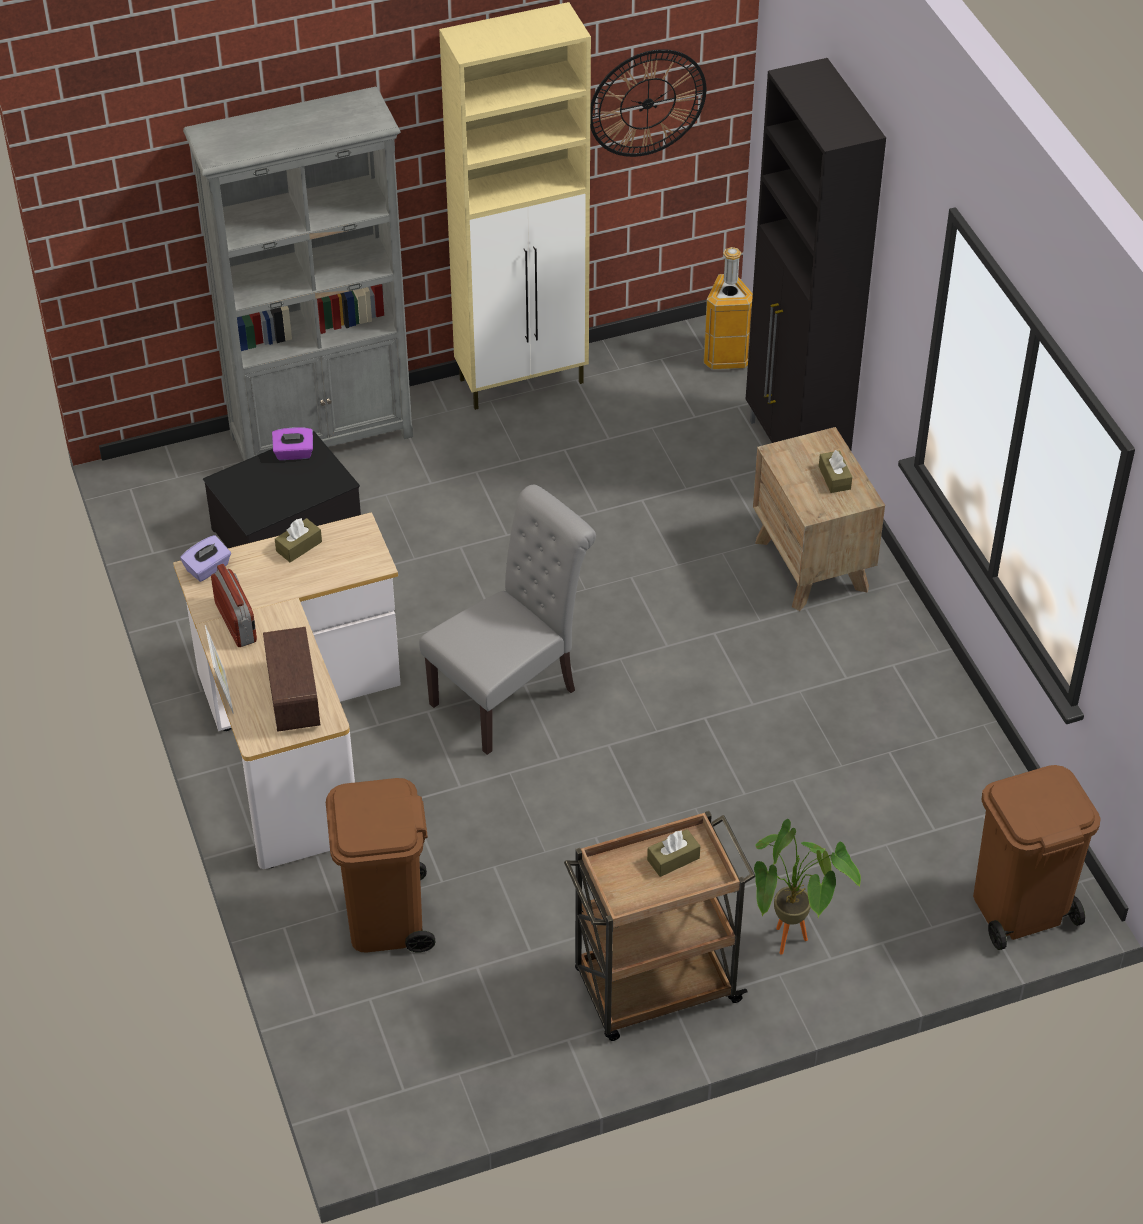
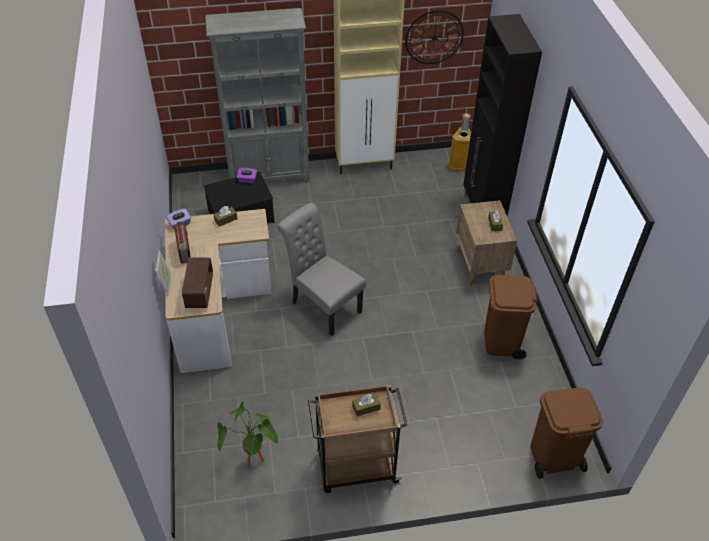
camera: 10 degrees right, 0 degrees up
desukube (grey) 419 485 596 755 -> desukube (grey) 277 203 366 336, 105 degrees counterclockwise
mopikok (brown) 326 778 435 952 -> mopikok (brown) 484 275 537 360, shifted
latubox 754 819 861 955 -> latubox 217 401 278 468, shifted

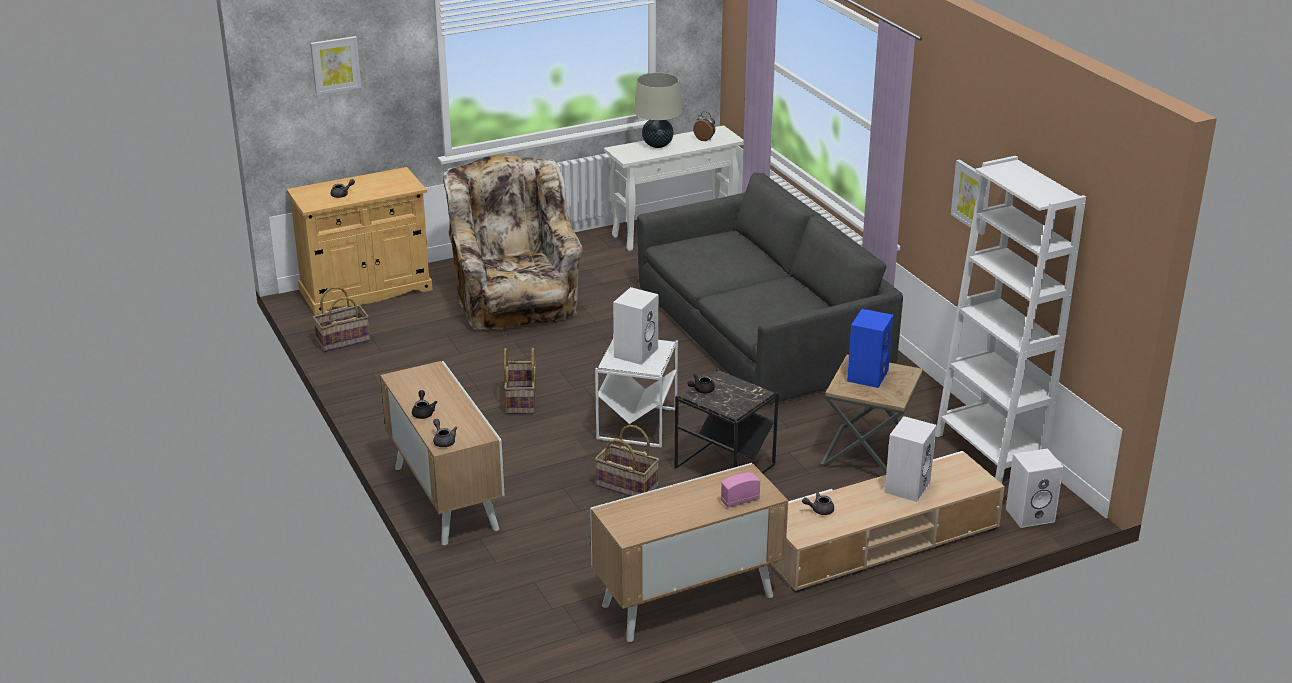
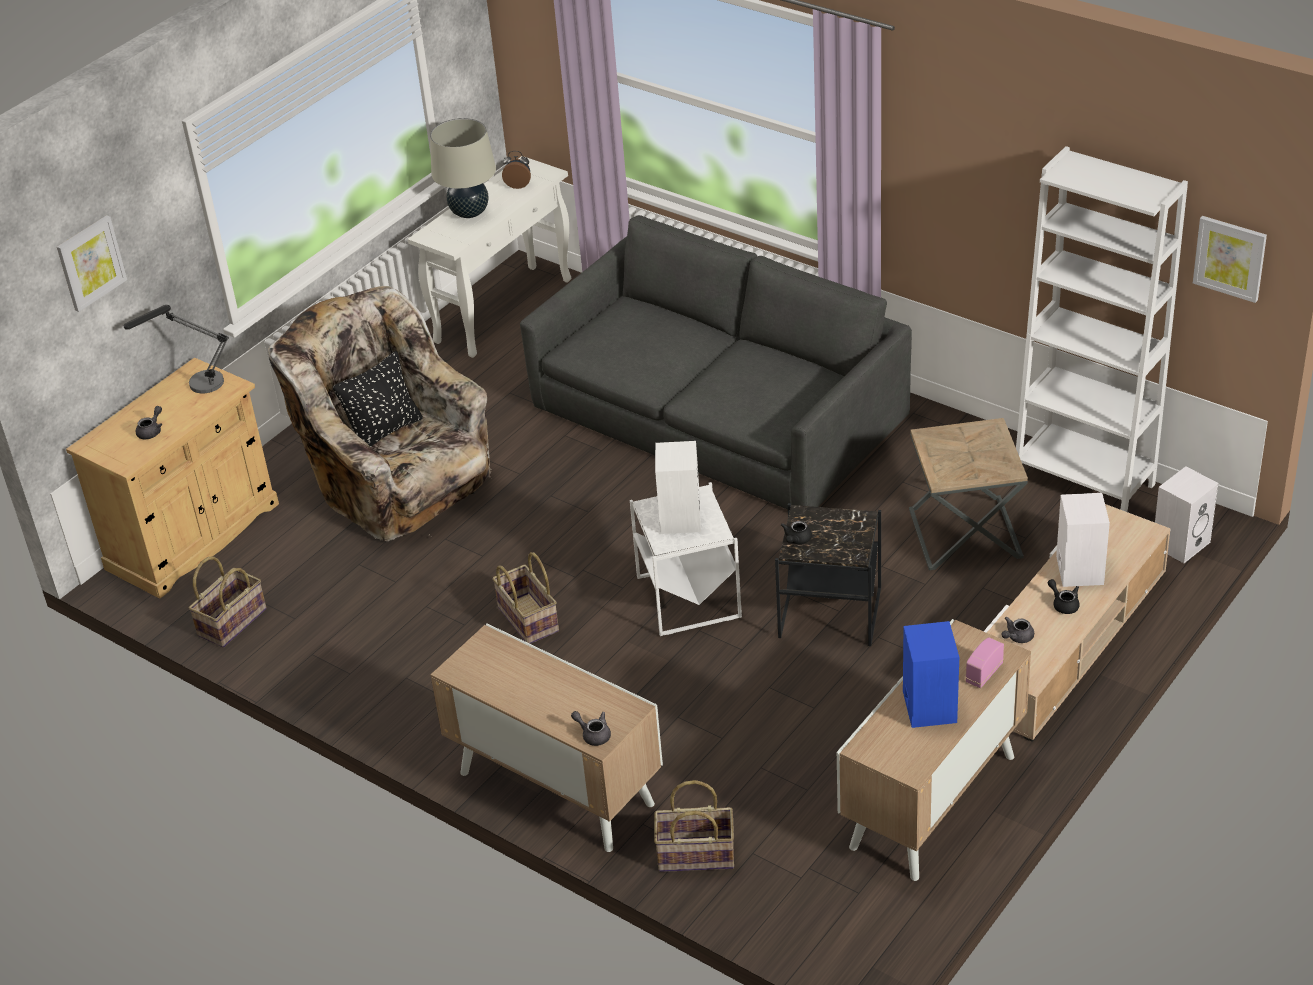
camera: 25 degrees left, 10 degrees up
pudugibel 951 160 991 235 -> pudugibel 1193 216 1267 303, shifted
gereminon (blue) 847 309 893 388 -> gereminon (blue) 903 621 959 728, shifted
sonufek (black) 412 390 437 419 -> sonufek (black) 1048 579 1080 614, shifted
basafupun 595 425 659 497 -> basafupun 654 780 734 872, shifted
none -> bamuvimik 124 305 229 394
none -> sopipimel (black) 333 351 423 447

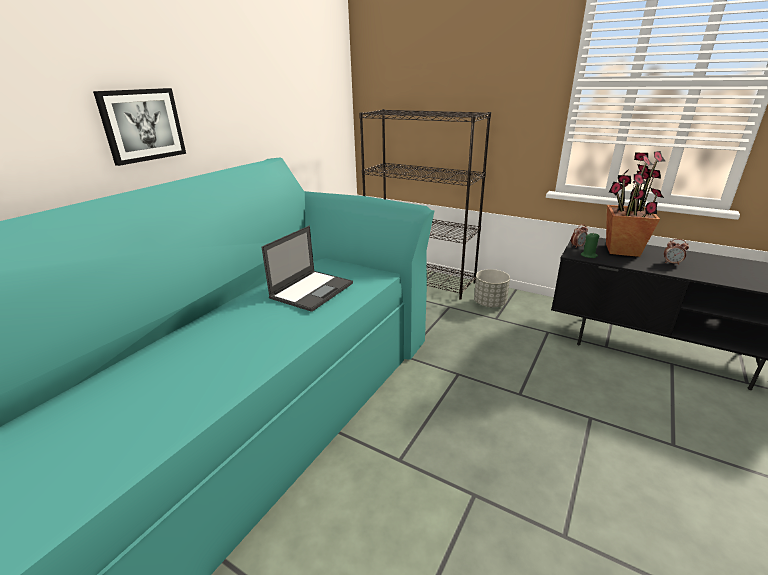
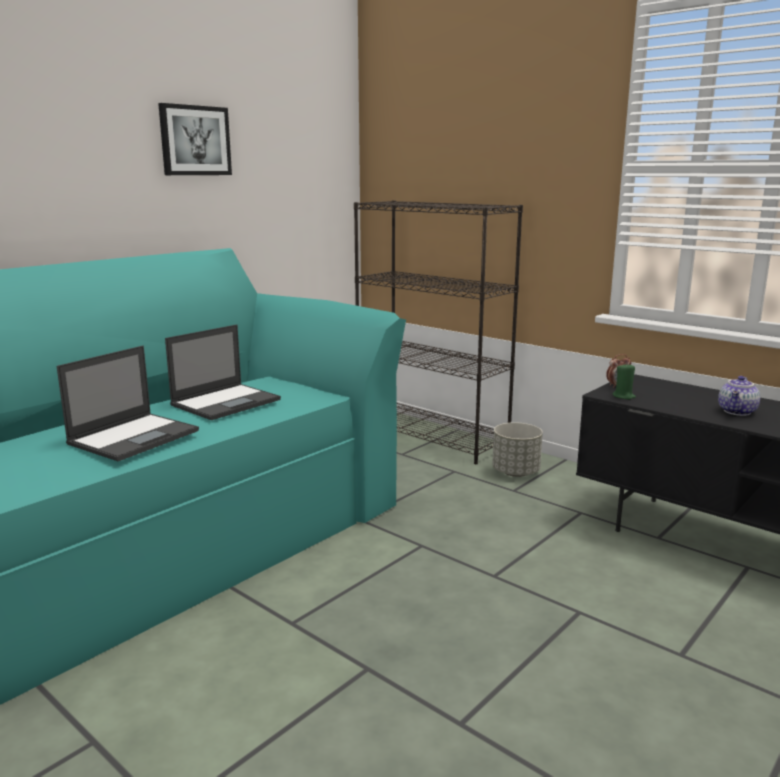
camera: 10 degrees right, 10 degrees down
pudugibel 93 88 186 166 -> pudugibel 158 103 232 175, shifted
latubox 606 151 665 257 -> none
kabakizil 664 239 689 265 -> sonufek 718 376 760 416
none -> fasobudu 57 346 199 461

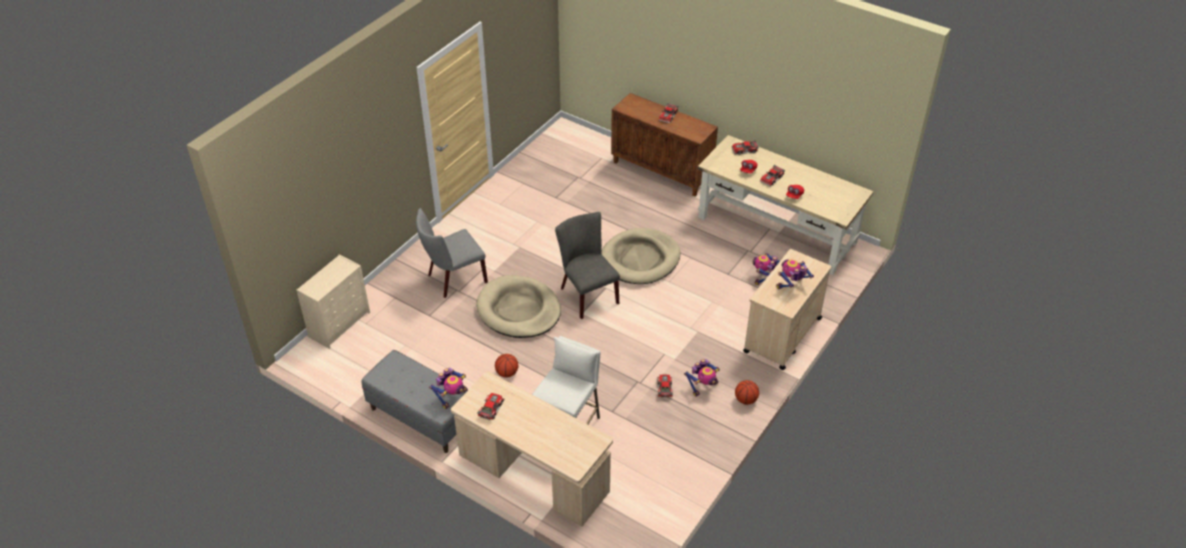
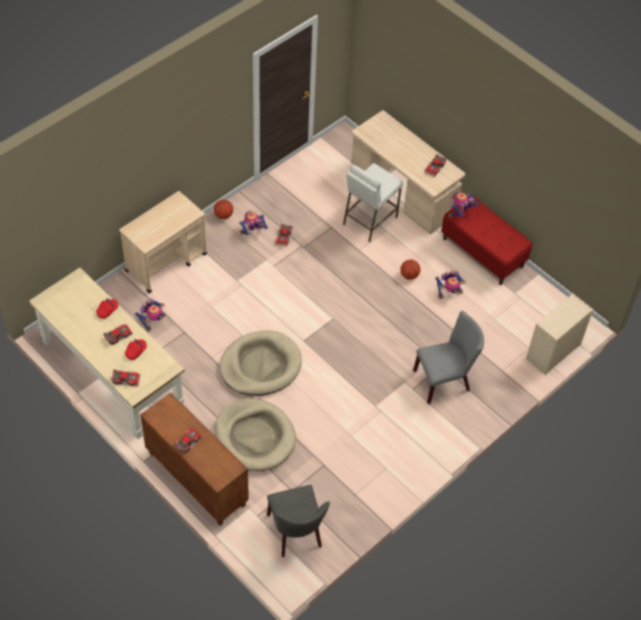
camera: 170 degrees left, 10 degrees up
desukube (grey) 555 212 620 319 -> desukube (grey) 267 485 330 557, shifted
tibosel 776 259 814 289 -> tibosel 435 270 465 299, shifted
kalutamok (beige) 476 275 561 338 -> kalutamok (beige) 215 399 296 471, shifted
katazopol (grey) 362 350 468 453 -> katazopol (red) 441 195 532 285

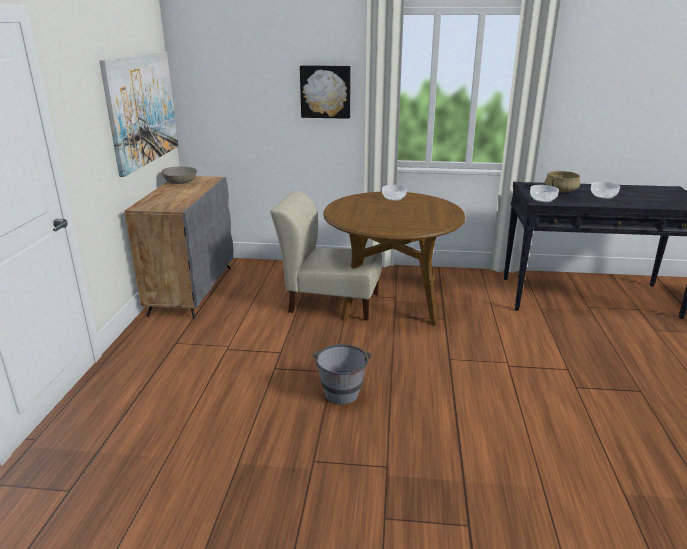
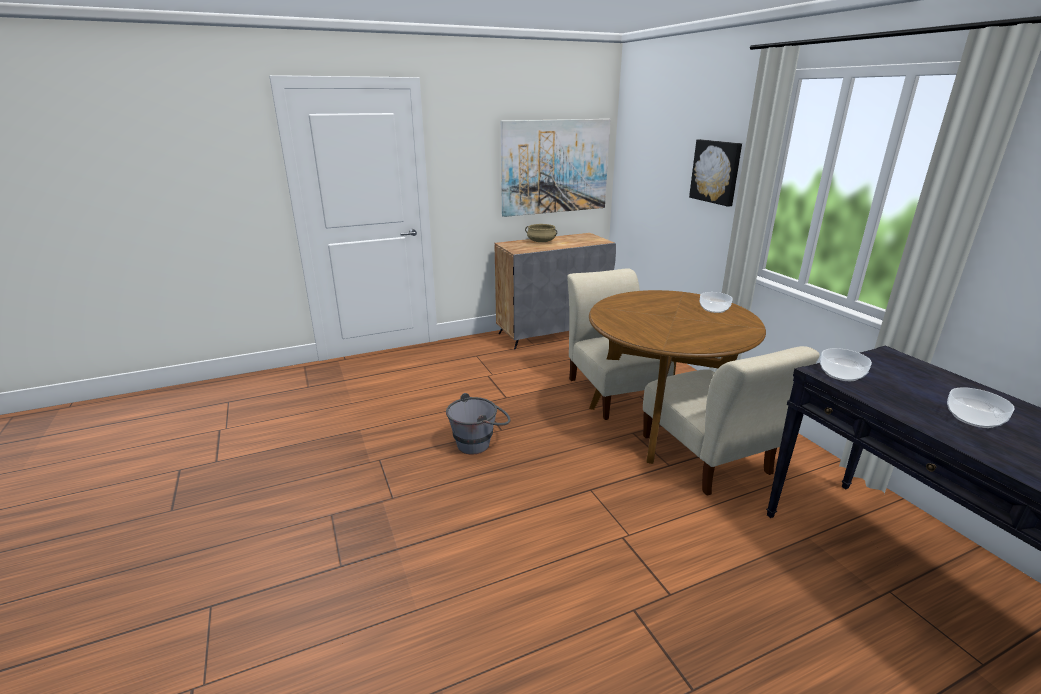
camera: 60 degrees right, 0 degrees up
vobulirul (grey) 161 166 197 184 -> none
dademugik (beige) 545 171 580 193 -> dademugik (beige) 525 224 557 242, shifted
none -> desukube (beige) 643 346 820 496

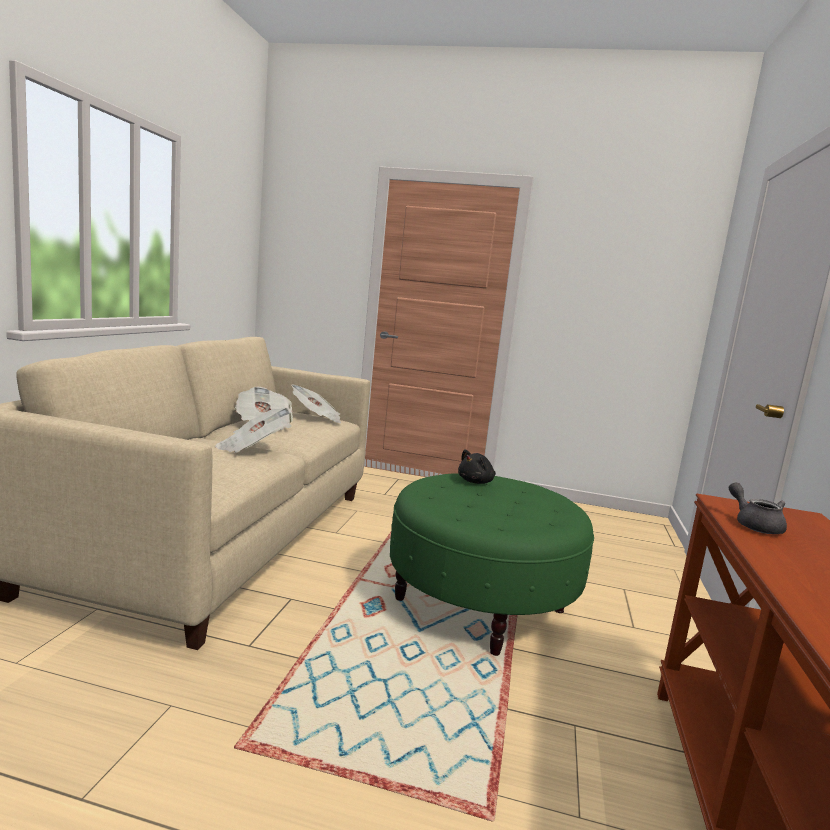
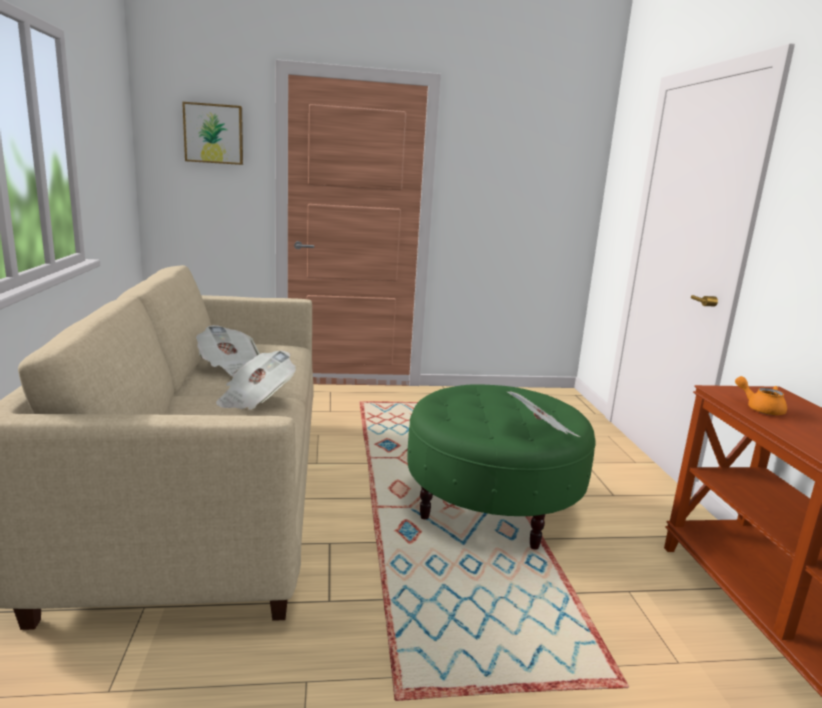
camera: 20 degrees left, 5 degrees up
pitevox 291 384 341 423 -> pitevox 507 391 580 437, shifted
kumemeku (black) 458 449 496 484 -> none
sonufek (grey) 729 483 787 534 -> sonufek (orange) 735 376 787 415
none -> pudugibel 182 102 243 165

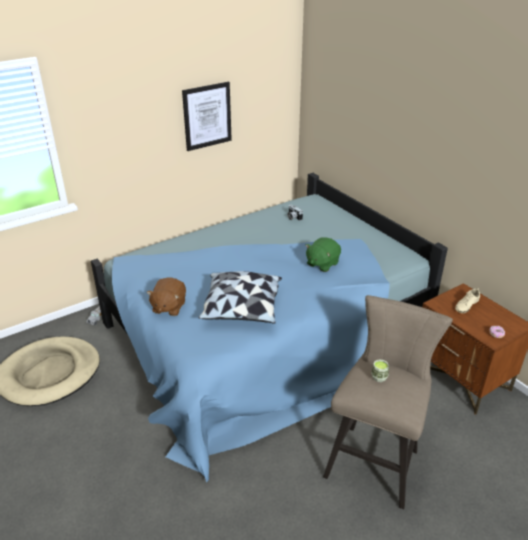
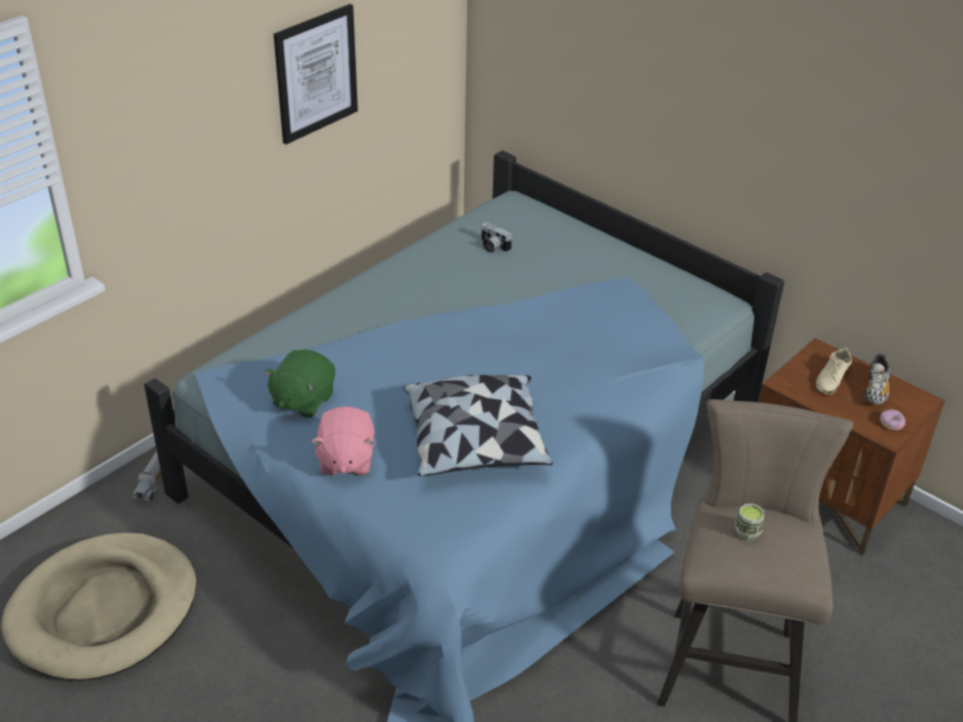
camera: 15 degrees left, 5 degrees up
kumemeku (green) 306 237 341 272 -> kumemeku (green) 265 350 335 418, shifted
kumemeku (brown) 147 278 186 316 -> kumemeku (pink) 311 406 375 475
none -> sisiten 864 354 890 405

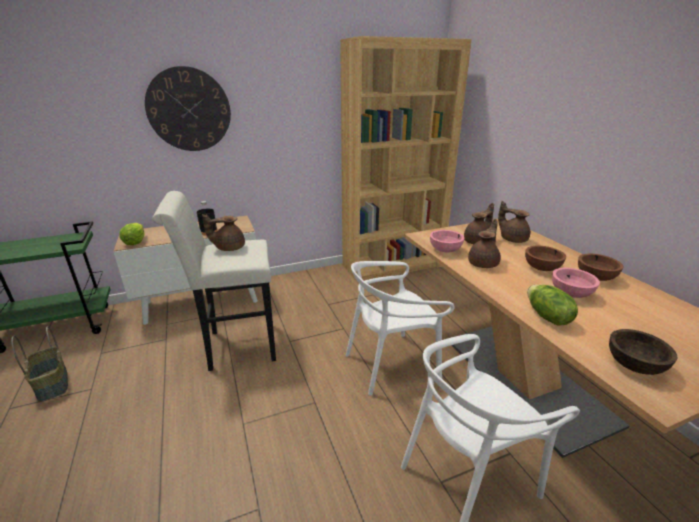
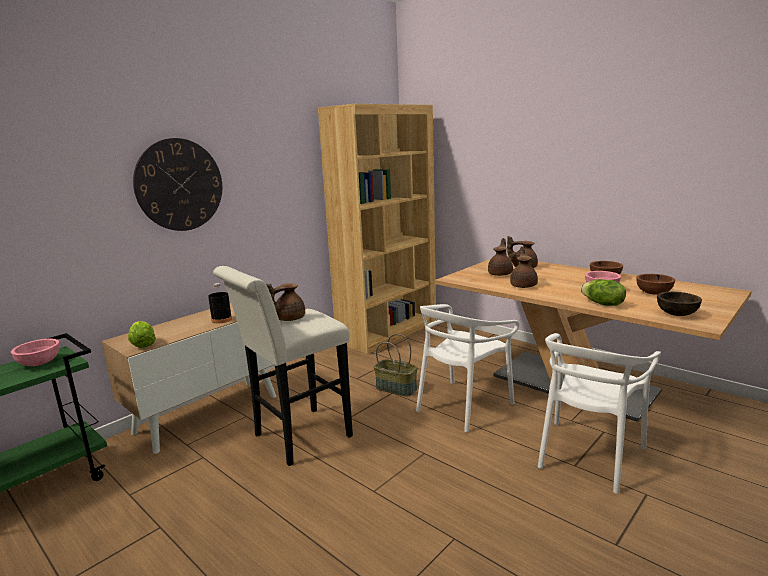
camera: 25 degrees left, 10 degrees down
vobulirul (pink) 430 230 464 252 -> vobulirul (pink) 11 339 60 366, shifted
vobulirul (brown) 525 245 566 271 -> vobulirul (brown) 636 274 675 295, shifted
basafupun 11 326 68 402 -> basafupun 374 334 418 396, shifted

